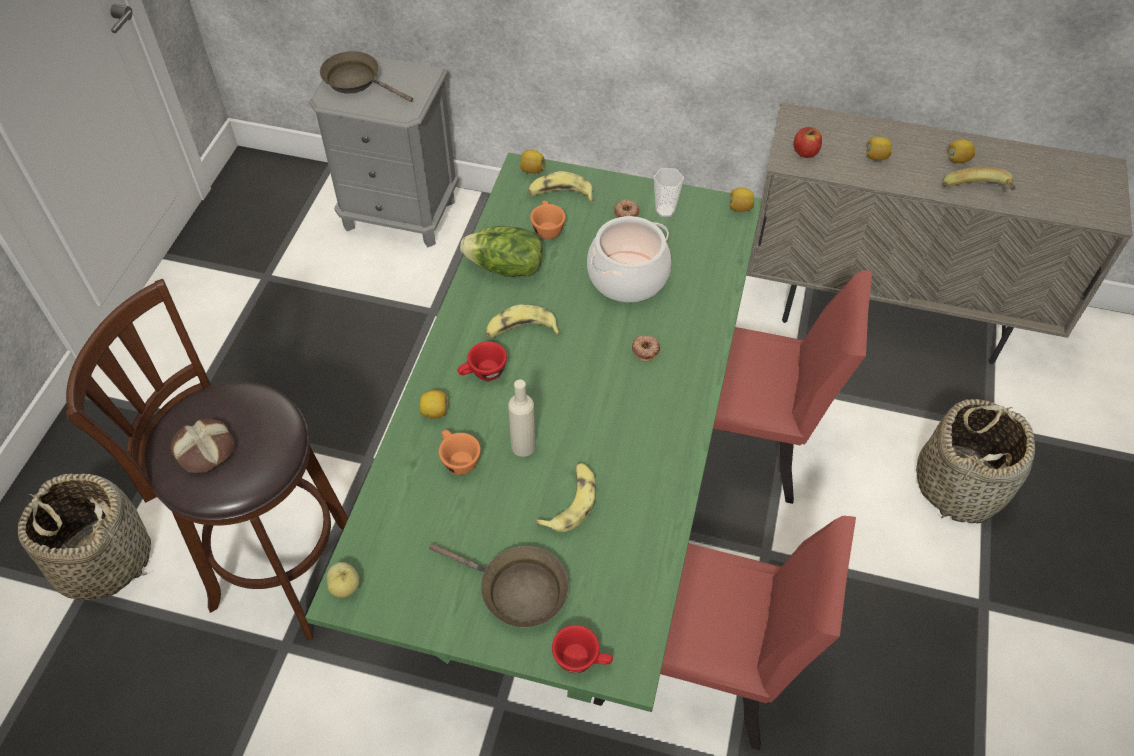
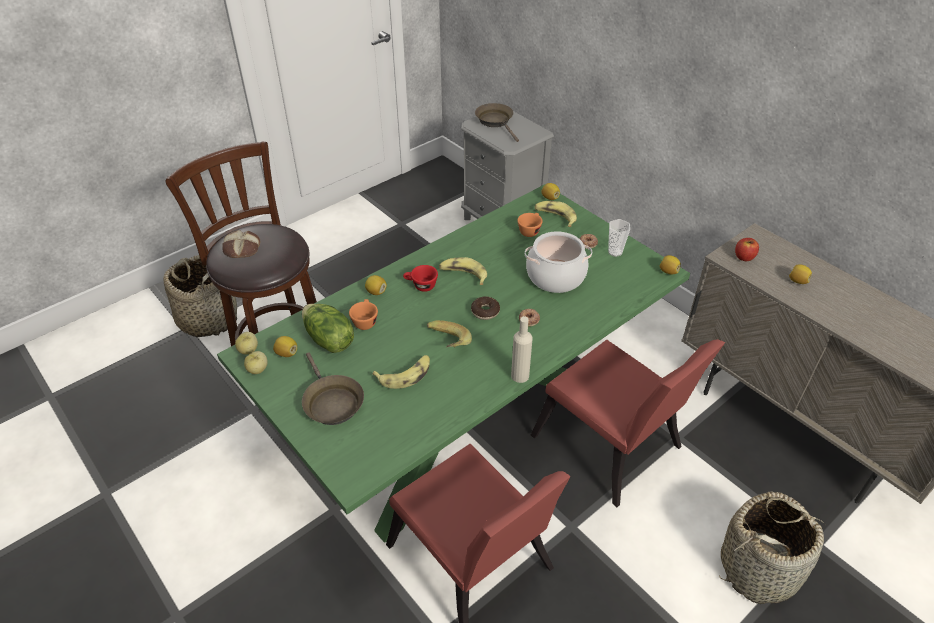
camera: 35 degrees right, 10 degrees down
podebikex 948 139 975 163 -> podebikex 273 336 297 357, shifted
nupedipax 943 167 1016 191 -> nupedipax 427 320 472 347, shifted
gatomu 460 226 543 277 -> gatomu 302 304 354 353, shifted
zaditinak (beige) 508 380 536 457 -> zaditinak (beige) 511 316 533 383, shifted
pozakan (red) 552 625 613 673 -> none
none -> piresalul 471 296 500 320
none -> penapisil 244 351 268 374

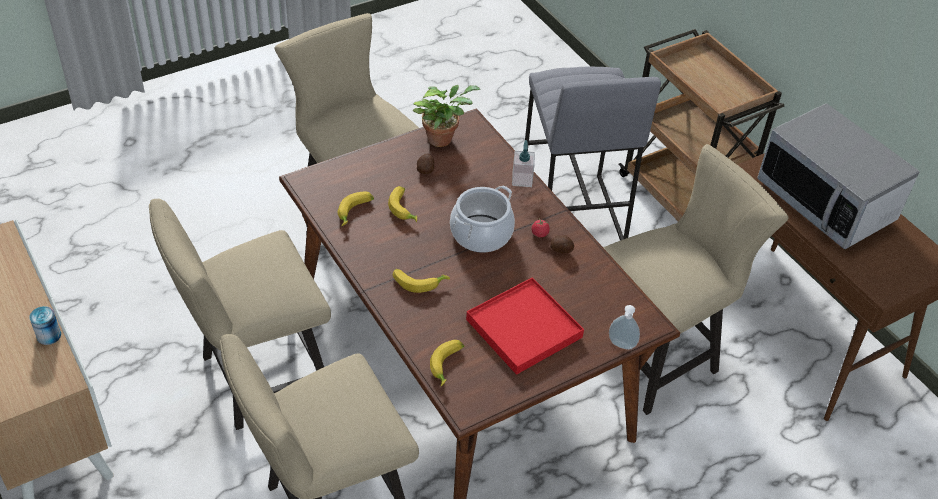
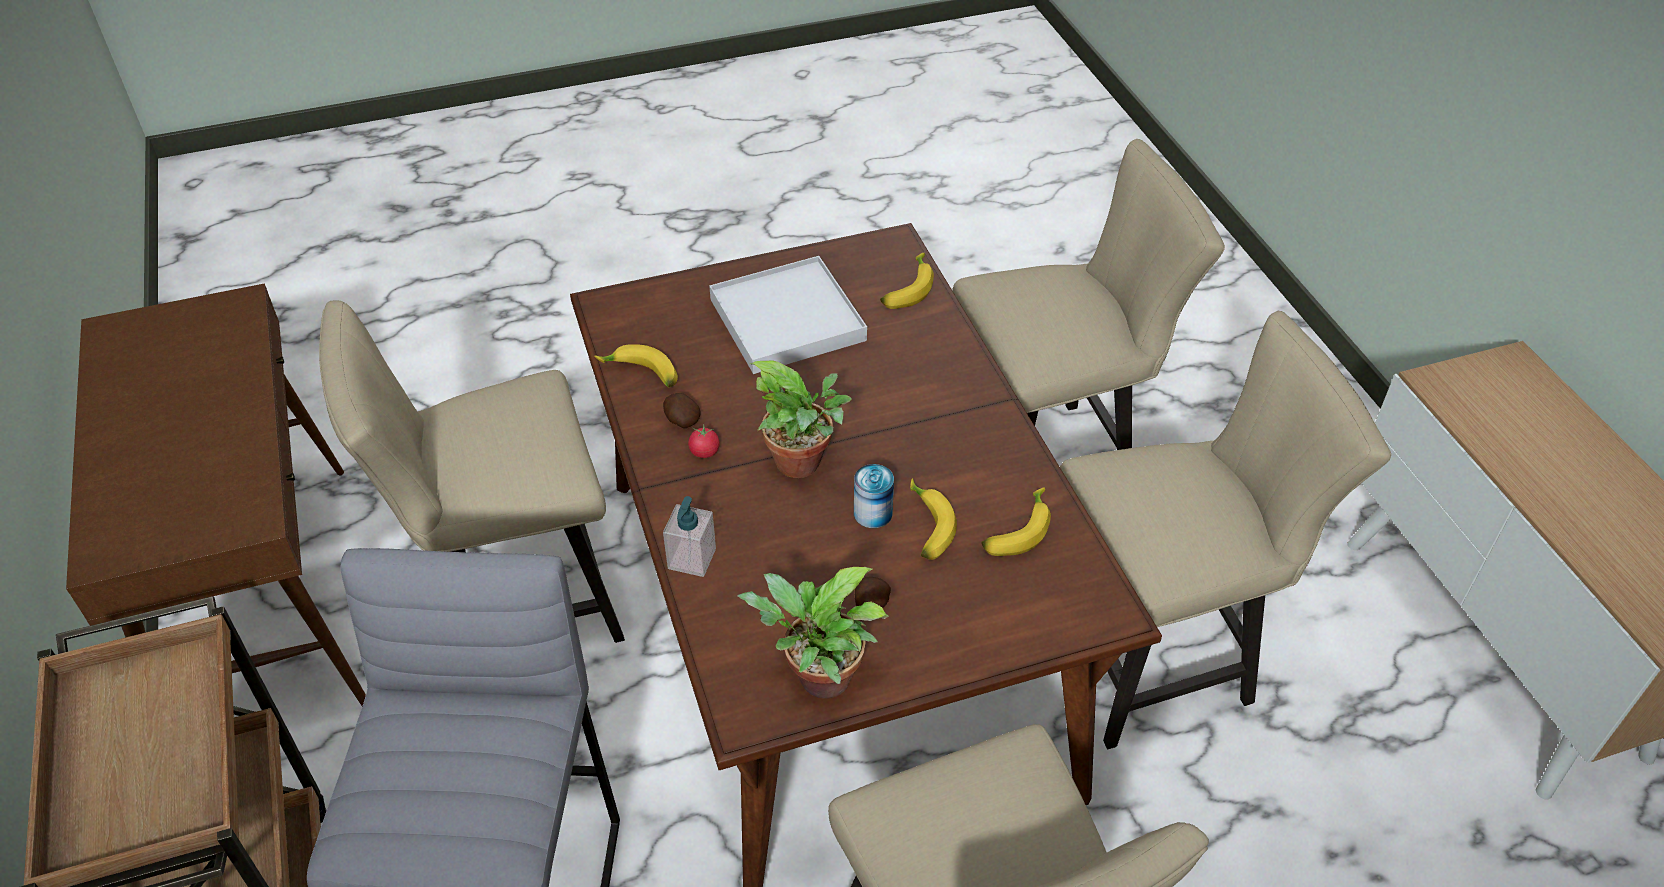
camera: 165 degrees left, 0 degrees up
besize 757 103 920 249 -> none
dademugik 450 186 515 253 -> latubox 749 360 852 478
nupedipax 393 269 450 293 -> nupedipax 594 344 678 388, shifted
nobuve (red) 466 277 584 375 -> nobuve (white) 709 256 867 374
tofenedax 609 305 640 350 -> none
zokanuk 29 306 61 345 -> zokanuk 854 464 894 528, shifted

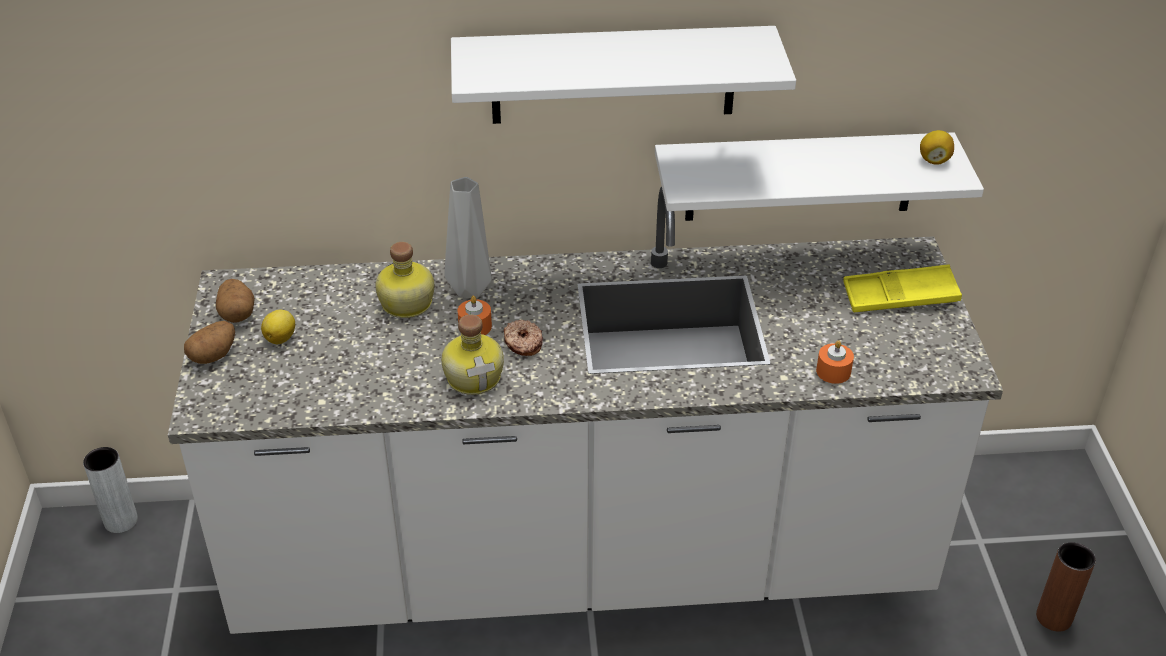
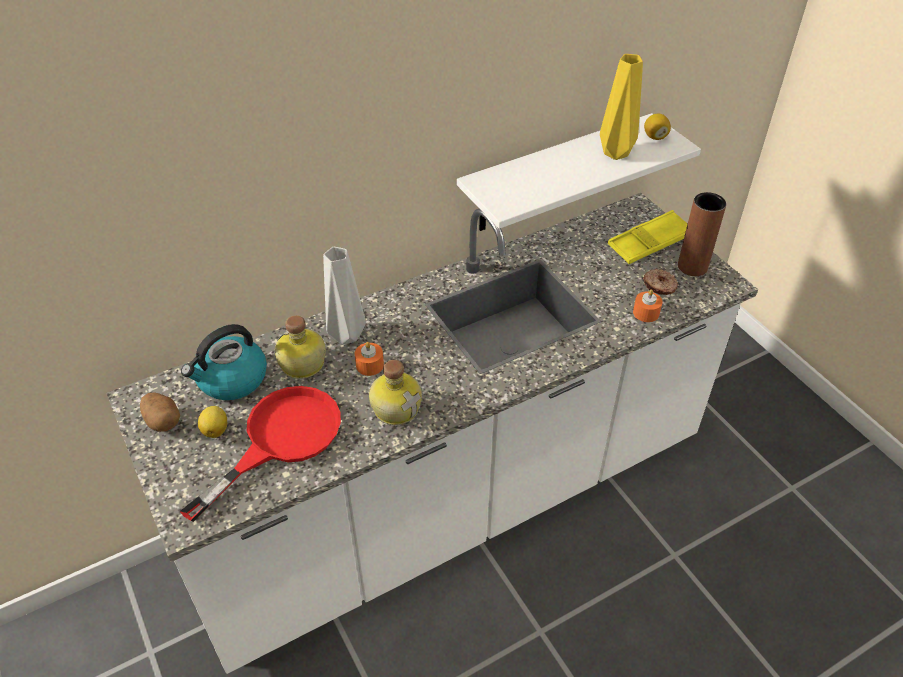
camera: 25 degrees left, 5 degrees up
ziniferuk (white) 451 26 796 124 -> none
piresalul 504 320 543 356 -> piresalul 643 269 678 295, shifted
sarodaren 184 321 235 364 -> none
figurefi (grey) 83 447 138 533 -> none
figurefi (brown) 1036 542 1096 632 -> figurefi (brown) 678 192 726 276, shifted
none -> figurefi (yellow) 600 54 643 160
none -> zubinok 181 324 267 400
none -> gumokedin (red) 180 386 341 522

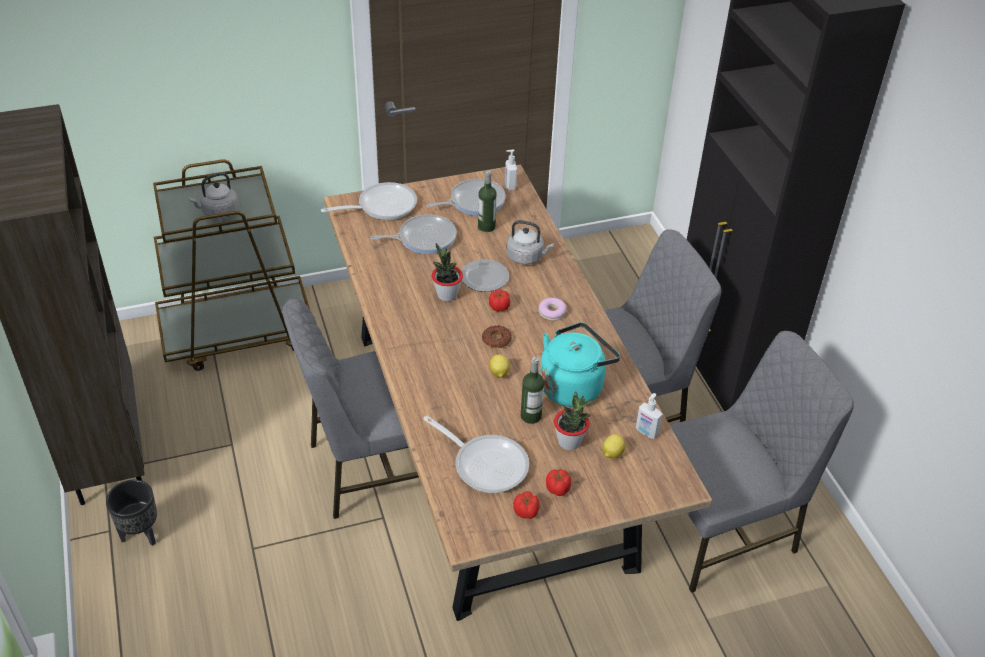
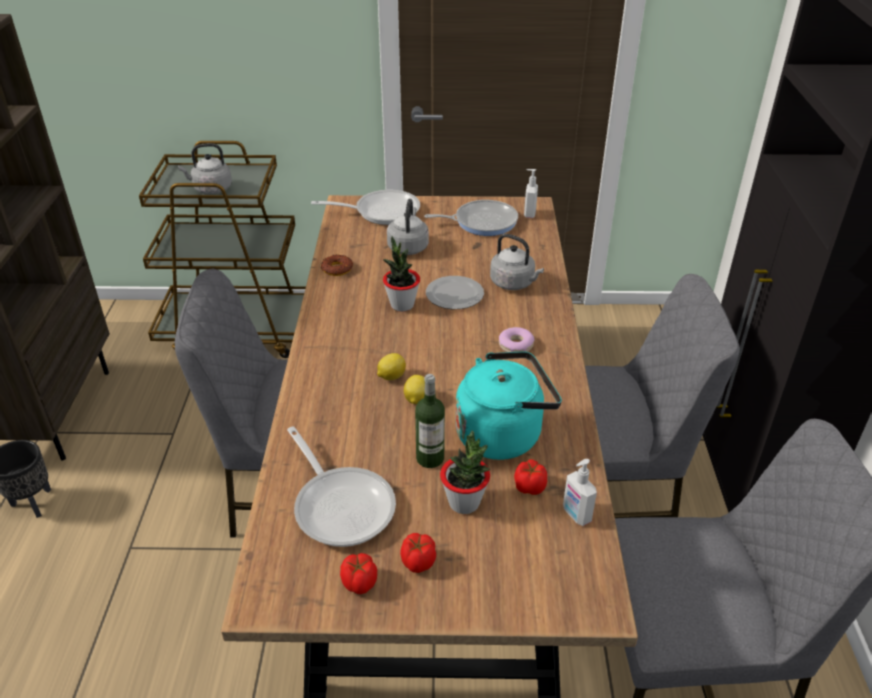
camera: 20 degrees right, 5 degrees down
zaditinak 478 170 497 232 -> none
gumokedin 370 214 457 254 -> zubinok (grey) 387 199 429 255
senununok 489 289 510 311 -> senununok 514 459 547 495, shifted
piresalul 482 325 512 348 -> piresalul 321 255 353 276, shifted
podebikex 602 434 625 459 -> podebikex 377 353 406 380, shifted

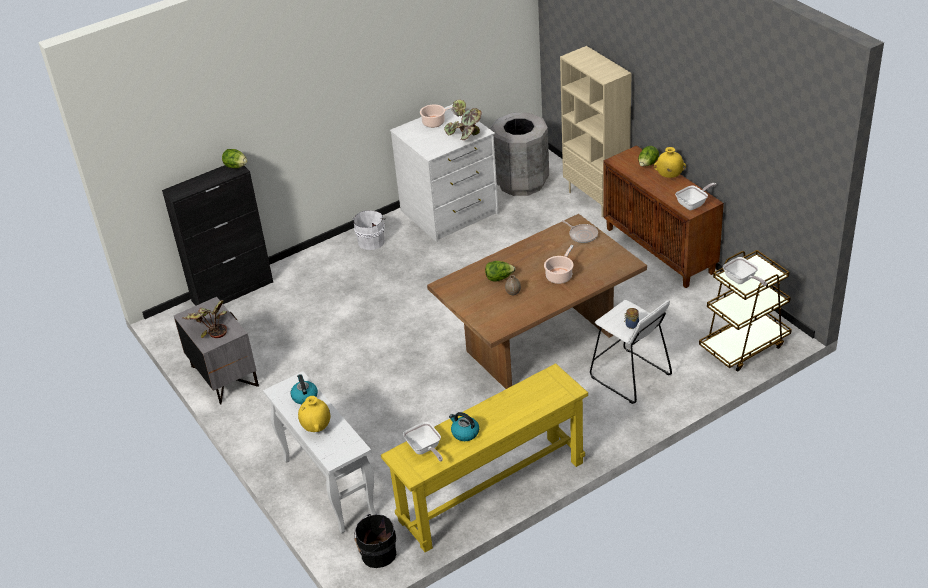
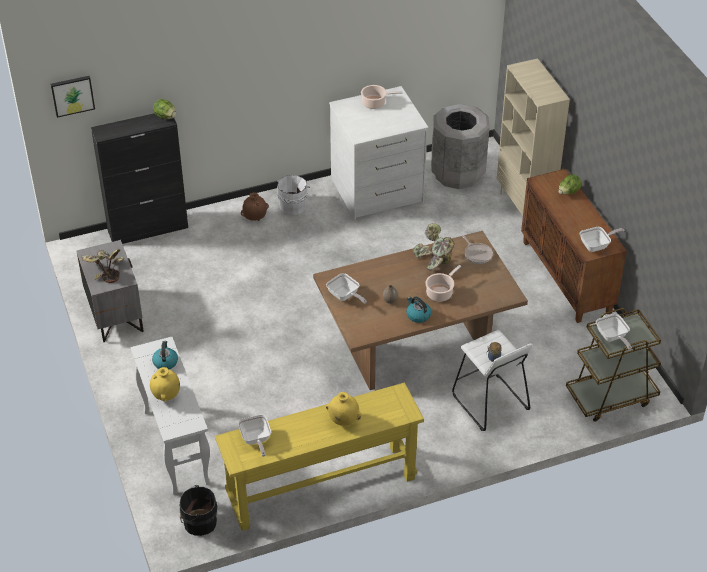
camera: 10 degrees right, 5 degrees up
latubox 444 99 482 140 -> latubox 413 223 454 270, shifted
figurefi (yellow) 654 147 686 178 -> figurefi (yellow) 326 392 362 426, shifted
gatomu 485 261 516 282 -> none
zubinok 449 412 479 441 -> zubinok 406 297 431 323, shifted
none -> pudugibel 51 76 95 118
none -> figurefi (brown) 241 192 269 221
none -> gumokedin 326 273 367 304

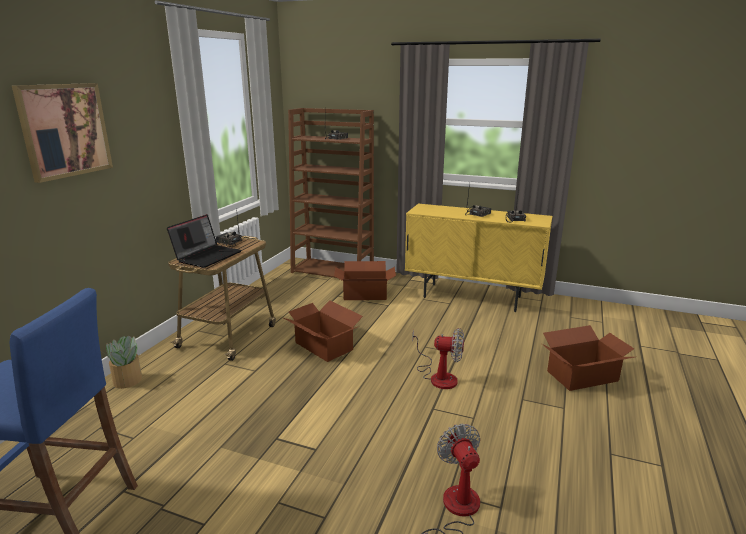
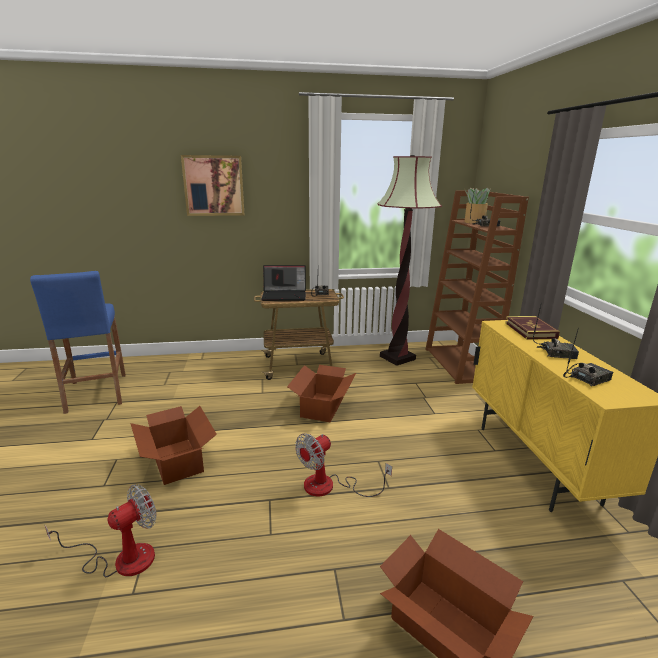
camera: 60 degrees right, 0 degrees up
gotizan 334 261 396 300 -> gotizan 130 406 217 485, shifted
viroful 412 328 464 389 -> viroful 295 433 392 497, 60 degrees clockwise
latubox 102 335 142 389 -> latubox 464 188 491 224, shifted
none -> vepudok 378 155 442 366
none -> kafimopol 505 316 560 340

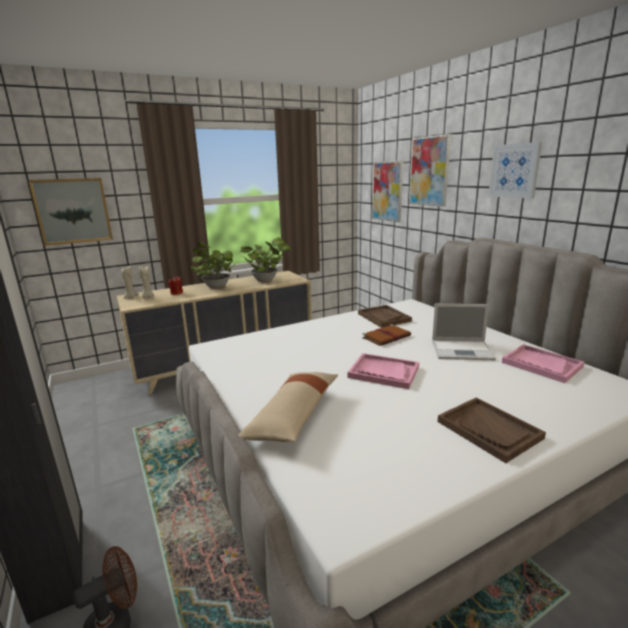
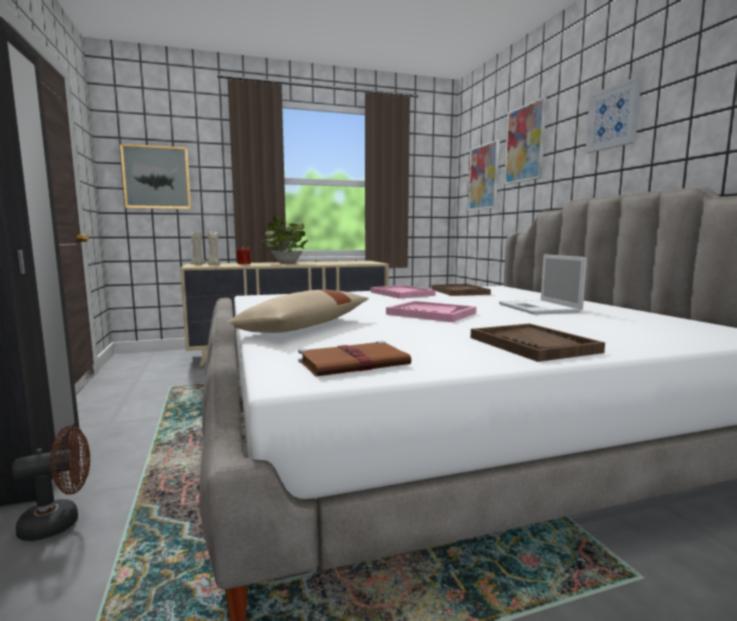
camera: 10 degrees right, 10 degrees down
latubox 240 237 291 282 -> none
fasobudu 432 304 496 360 -> fasobudu 499 254 587 315, 60 degrees clockwise
kafimopol (brown) 362 324 411 346 -> kafimopol (brown) 298 341 411 376, shifted
nobuve (pink) 502 344 585 383 -> nobuve (pink) 371 285 436 299, shifted

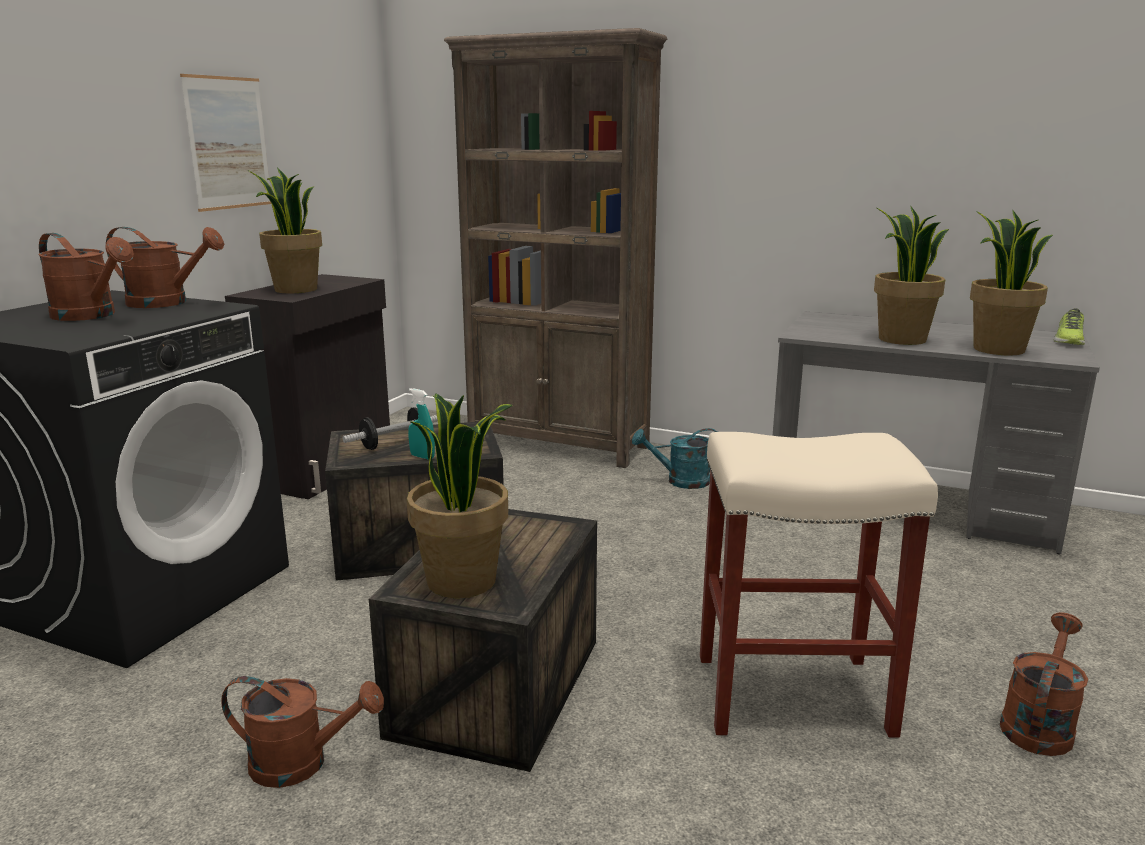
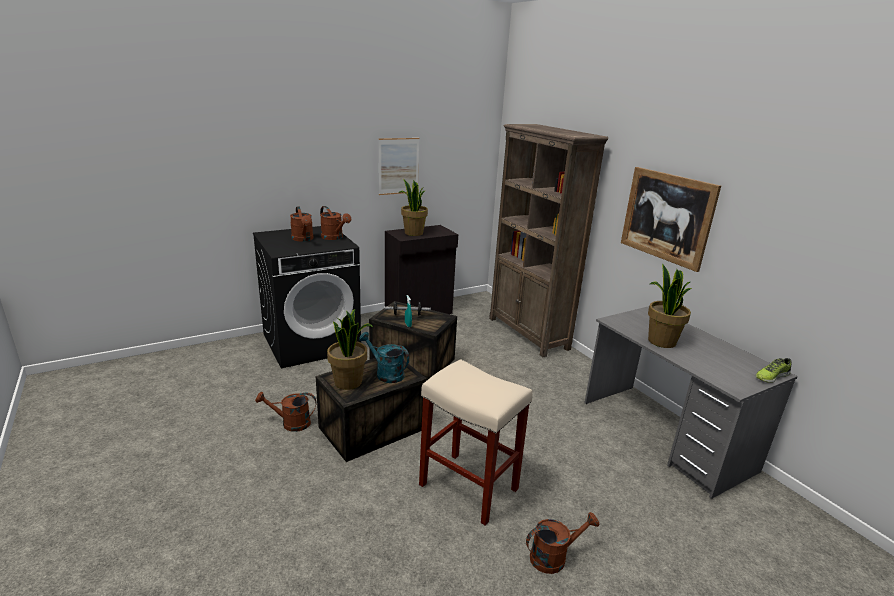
camera: 35 degrees right, 5 degrees up
latubox 970 210 1053 356 -> none
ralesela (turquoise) 632 428 717 489 -> ralesela (turquoise) 359 332 409 383, shifted
ralesela (brown) 221 676 384 788 -> ralesela (brown) 255 392 317 432, 135 degrees clockwise
none -> pudugibel 621 167 721 272

